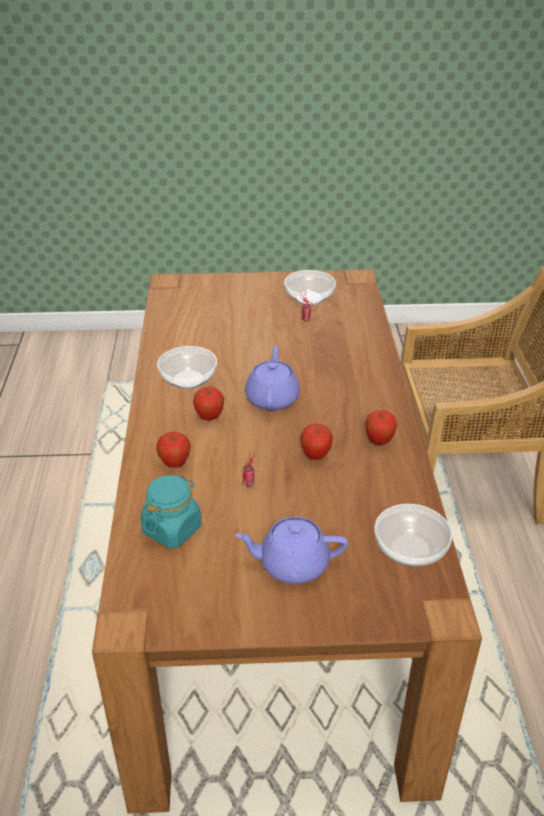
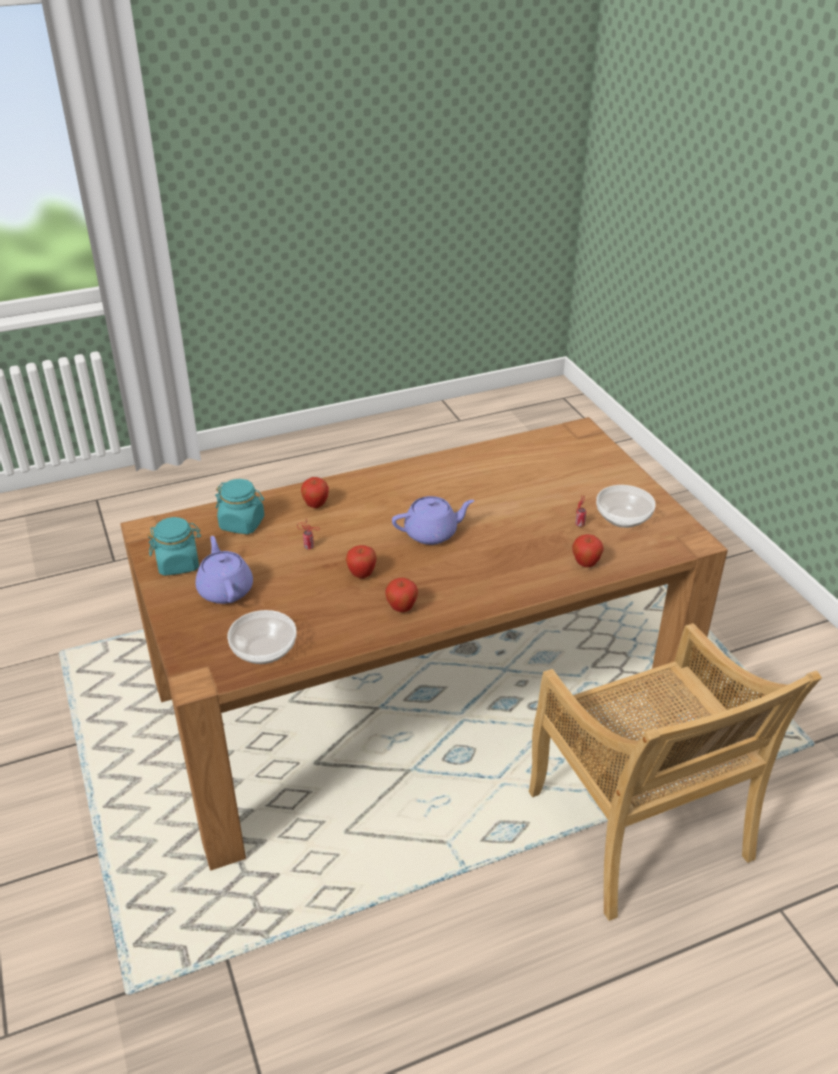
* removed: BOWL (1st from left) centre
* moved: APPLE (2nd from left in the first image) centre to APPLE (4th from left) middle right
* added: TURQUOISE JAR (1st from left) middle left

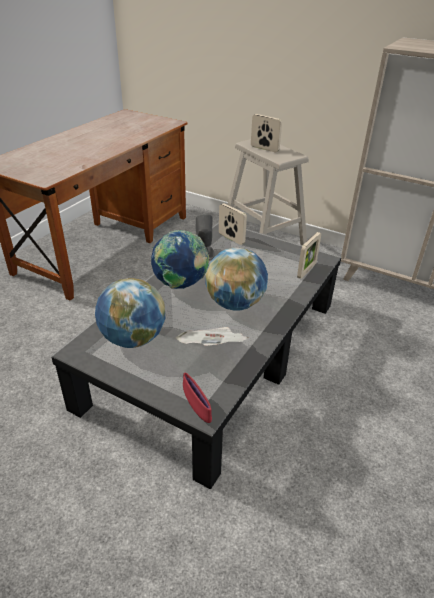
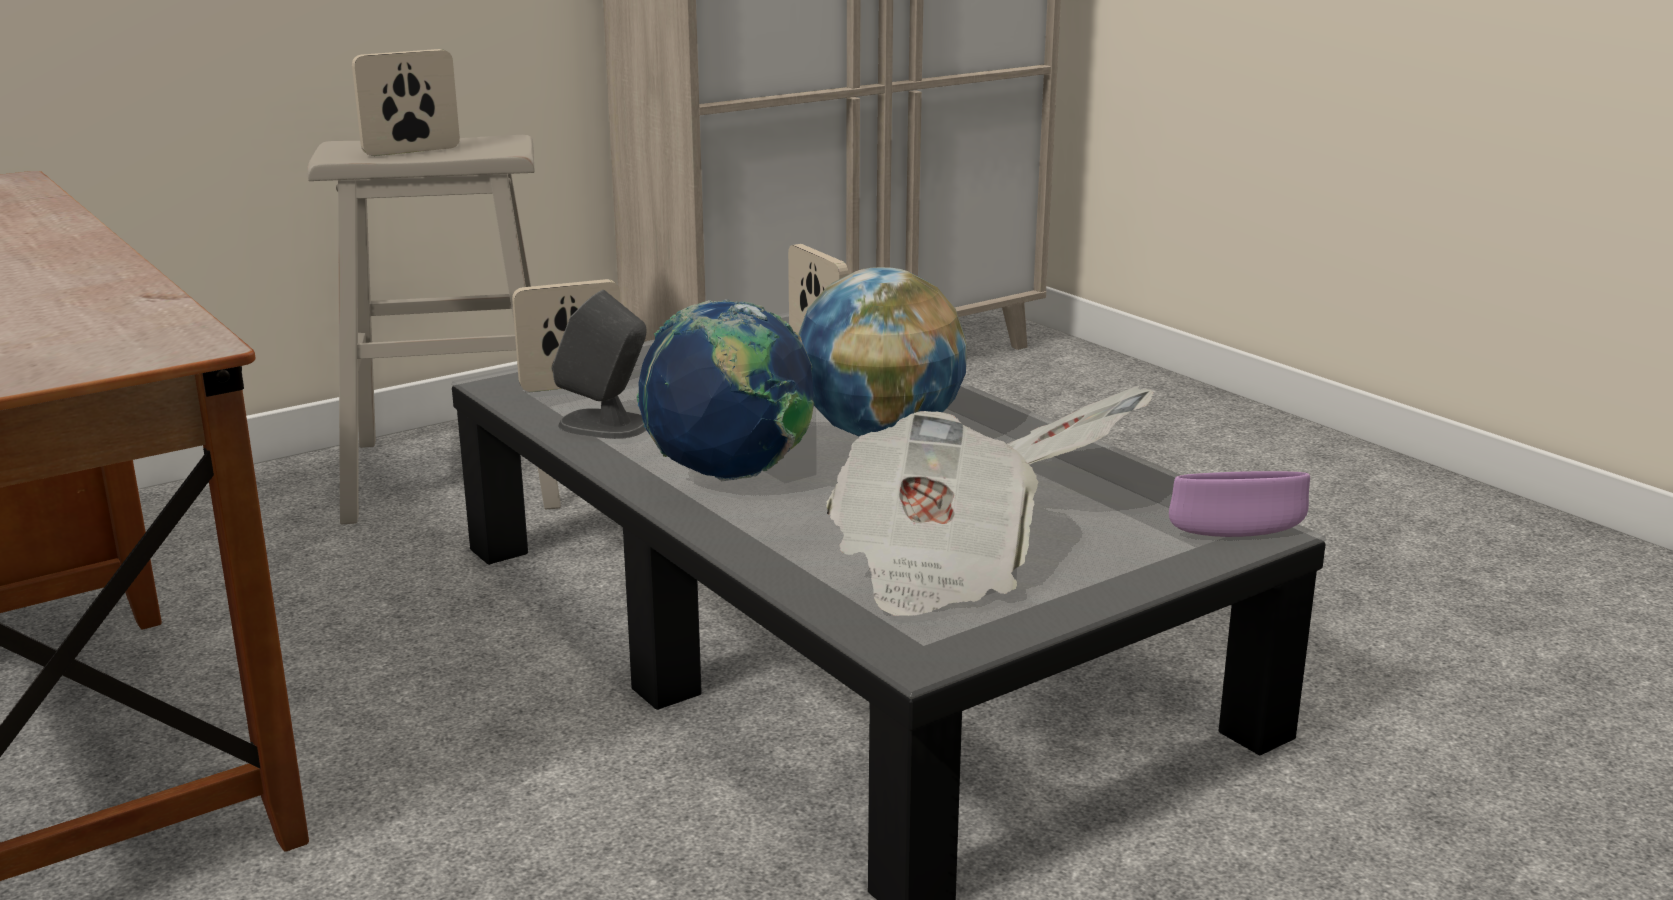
* replaced: GLOBE (1st from left) middle left to NEWSPAPER (1st from left) centre
* recoloured: RED BOWL centre to PURPLE BOWL middle right

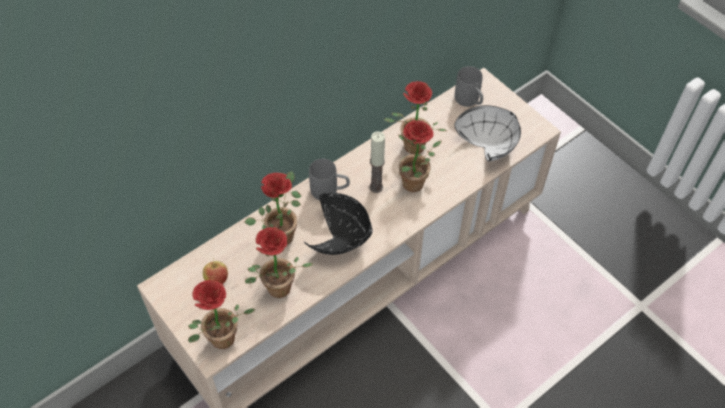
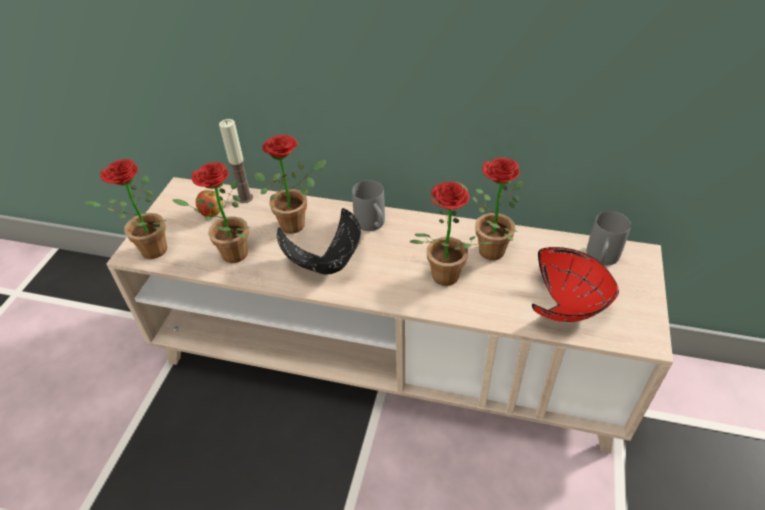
* moved: CANDLE centre to top left
* recoloured: WHITE BOWL top right to RED BOWL middle right

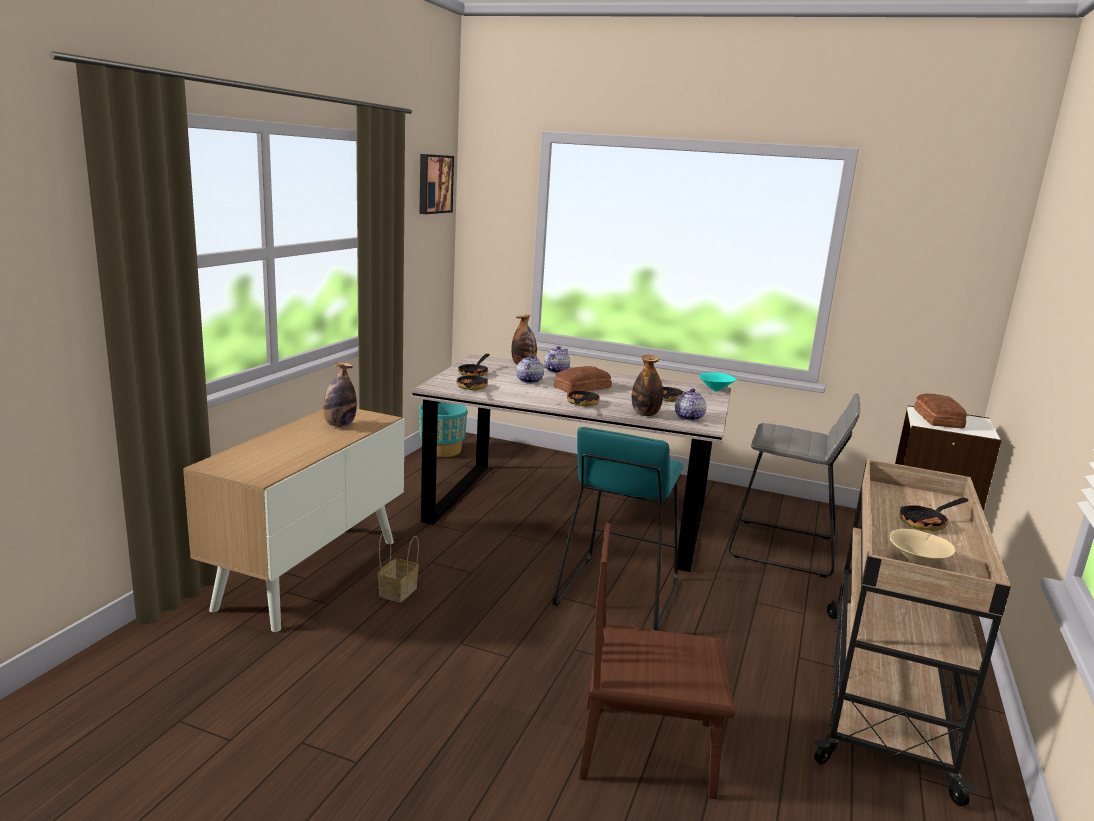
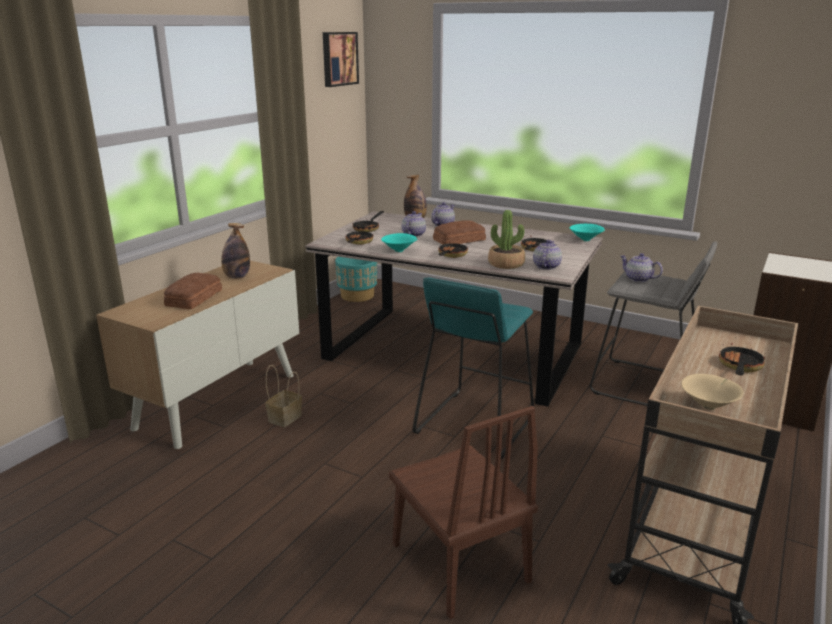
* turned: BROWN CHAIR bottom centre = bottom centre 135 degrees counterclockwise
* replaced: BOTTLE (3rd from left) centre to POTTED PLANT centre
* turned: FRYING PAN (5th from left) middle right = middle right 135 degrees clockwise
* moved: BREAD (2nd from left in the first image) middle right to BREAD (1st from left) middle left
* added: TURQUOISE BOWL (1st from left) centre
* added: TEAPOT (4th from left) middle right

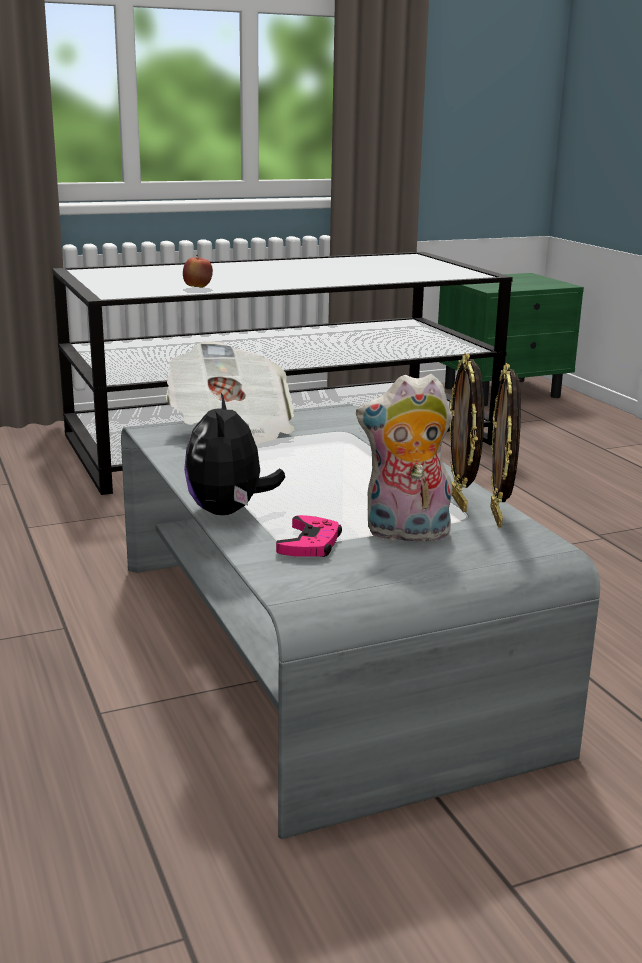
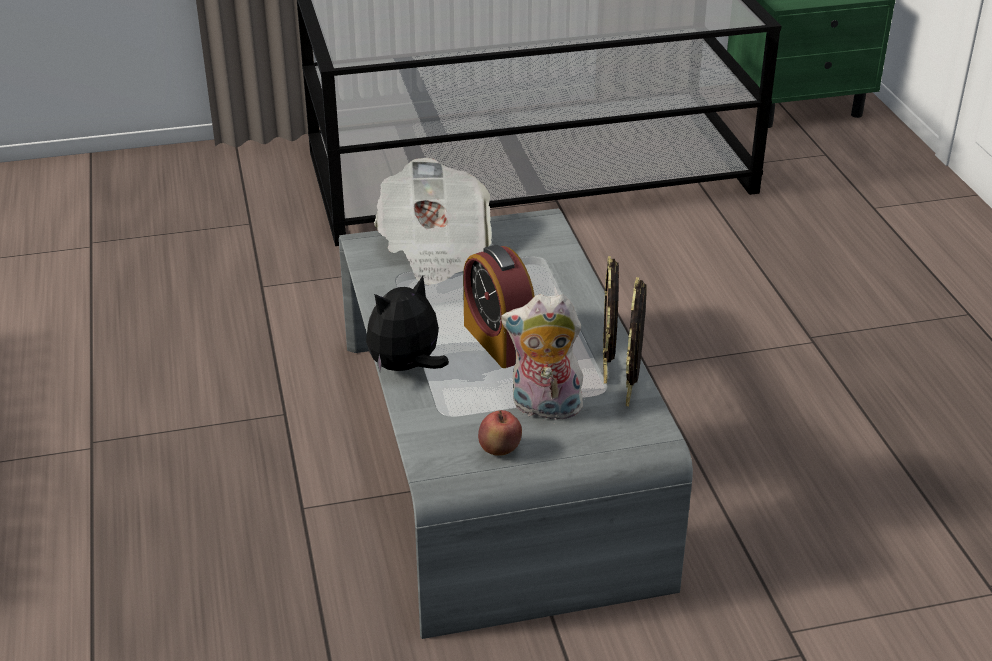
* moved: APPLE top left to centre
* turned: PLUSH TOY (1st from left) centre = centre 45 degrees clockwise
* removed: PINK GAME CONTROLLER centre
* added: ALARM CLOCK centre

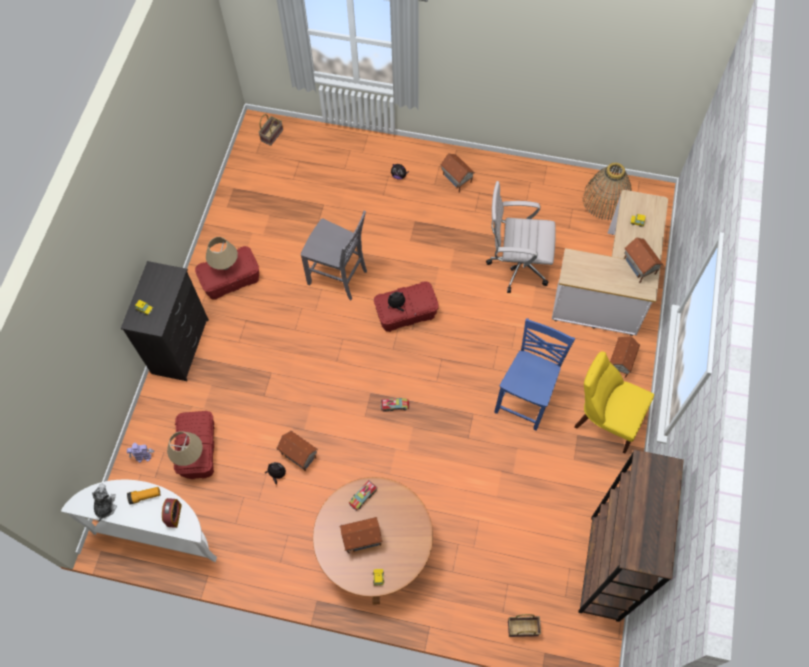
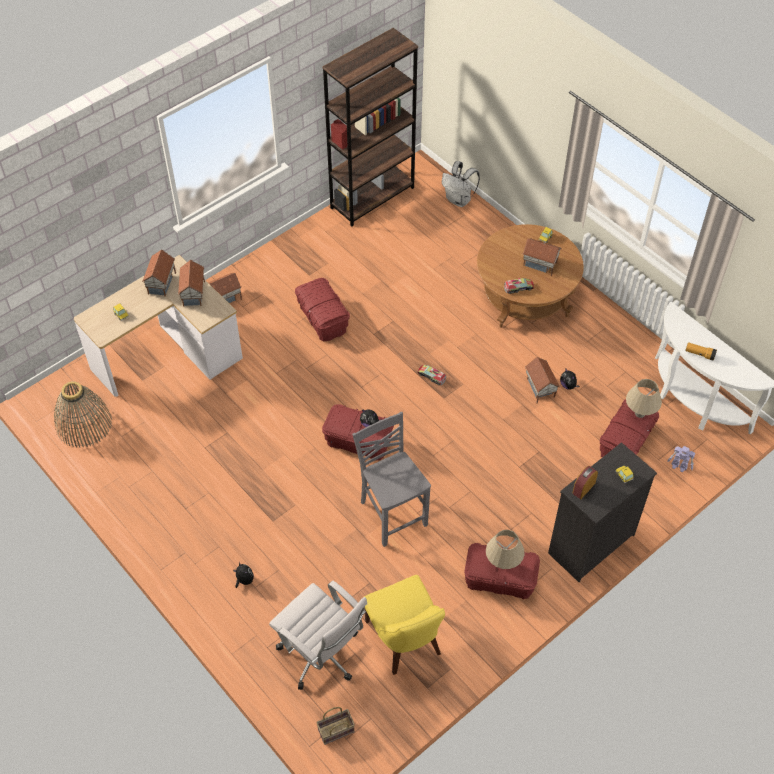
* removed: PLUSH TOY (1st from left) bottom left
* moved: ALARM CLOCK bottom left to middle right
* moved: TOY HOUSE (3rd from left in the first image) top centre to TOY HOUSE (2nd from left) middle left
* moved: WHITE OFFICE CHAIR centre to bottom centre
* replaced: BLUE CHAIR centre to RED STORAGE BOX (1st from left) centre
* replaced: BASKET (2nd from left) bottom centre to WHITE BACKPACK top centre
* moved: YELLOW CHAIR middle right to bottom centre

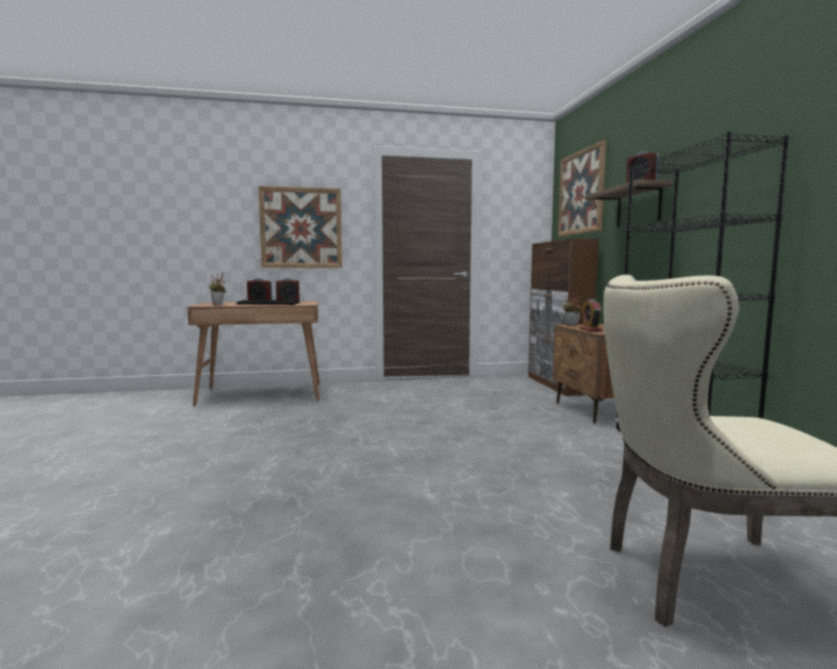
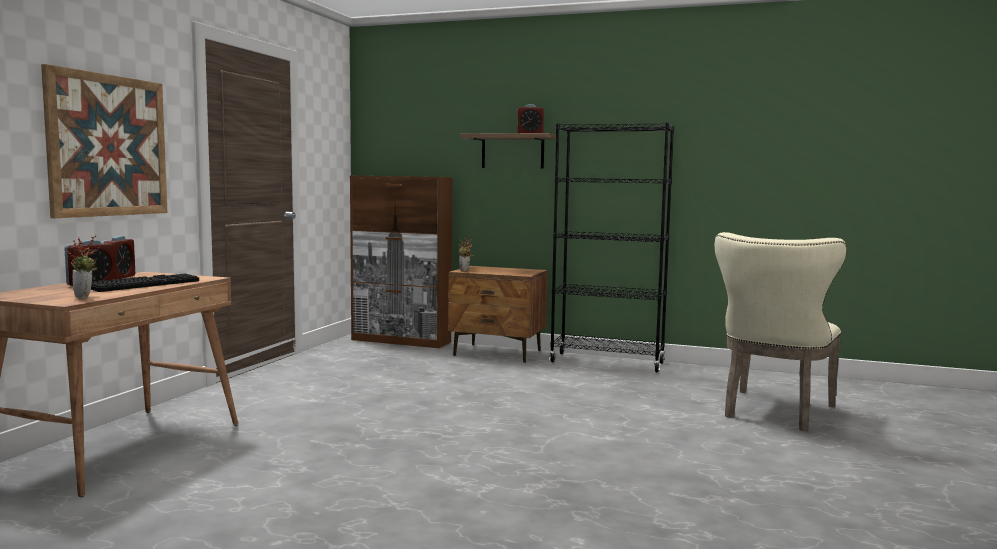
* removed: PICTURE (2nd from left) top right
* removed: ALARM CLOCK (3rd from left) middle right

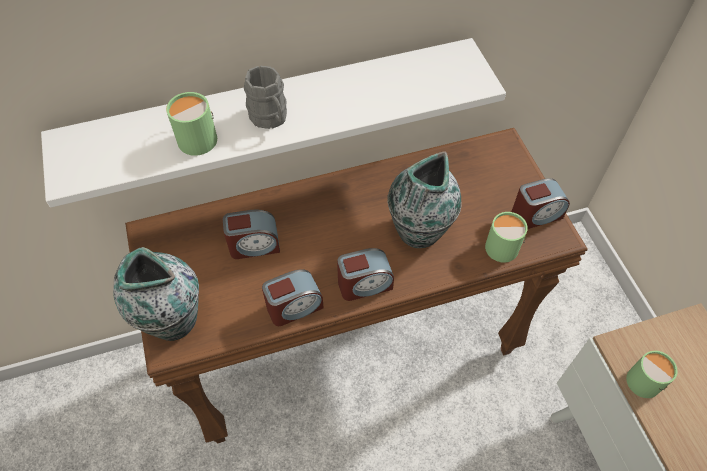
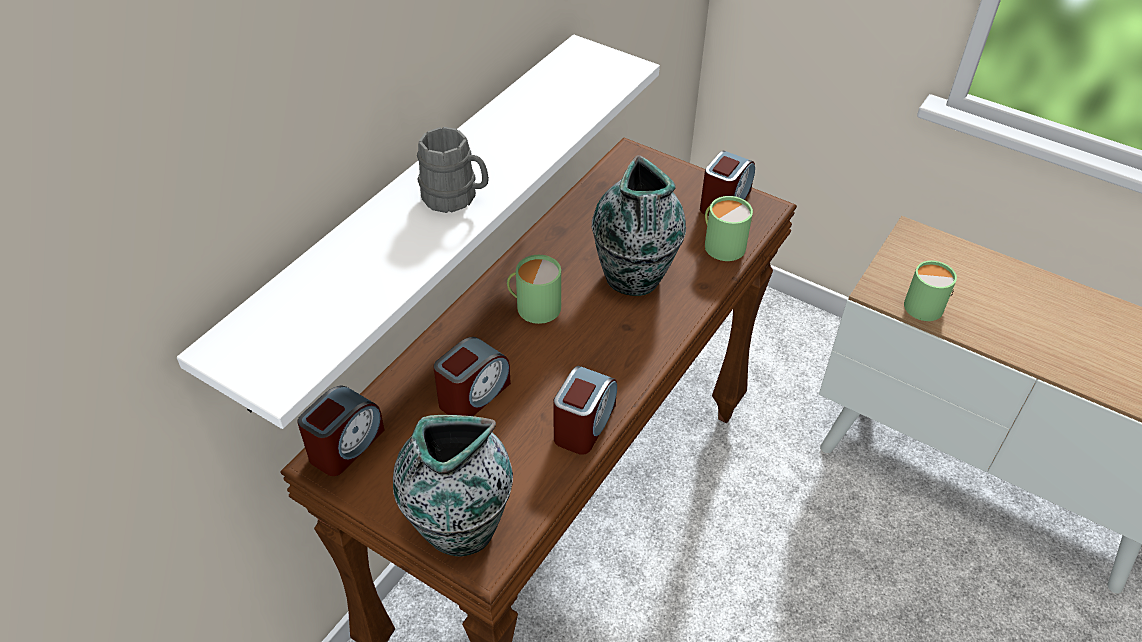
* moved: GREEN MUG (1st from left) top left to centre
* moved: ALARM CLOCK (3rd from left in the first image) centre to ALARM CLOCK (1st from left) bottom left

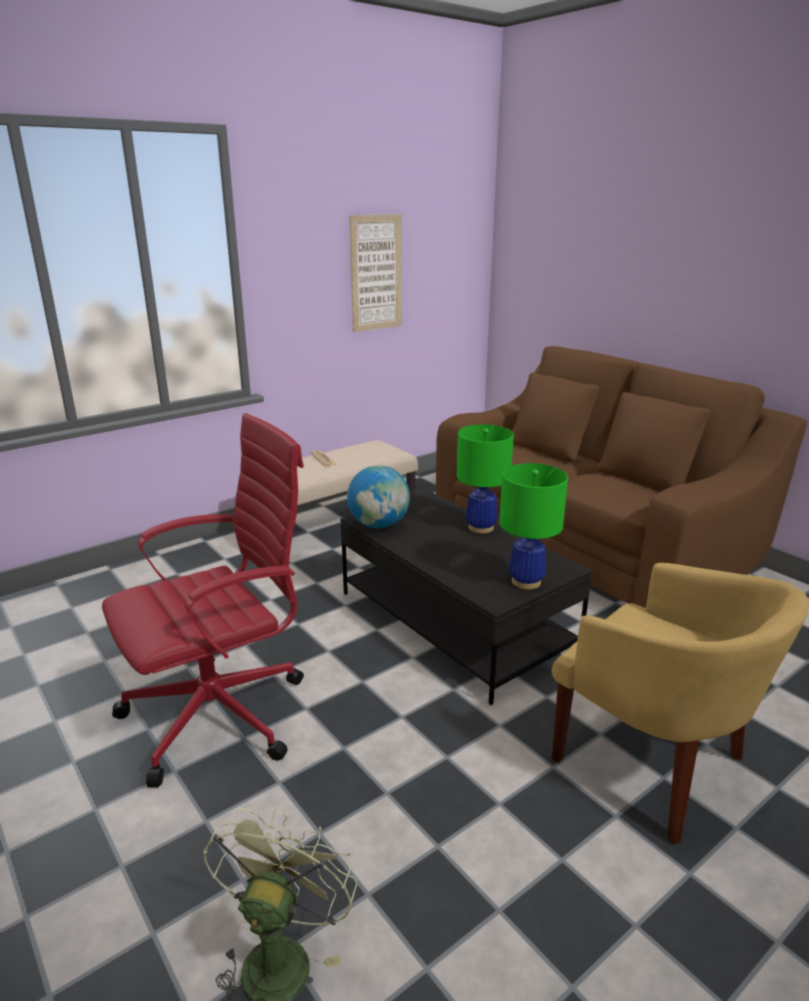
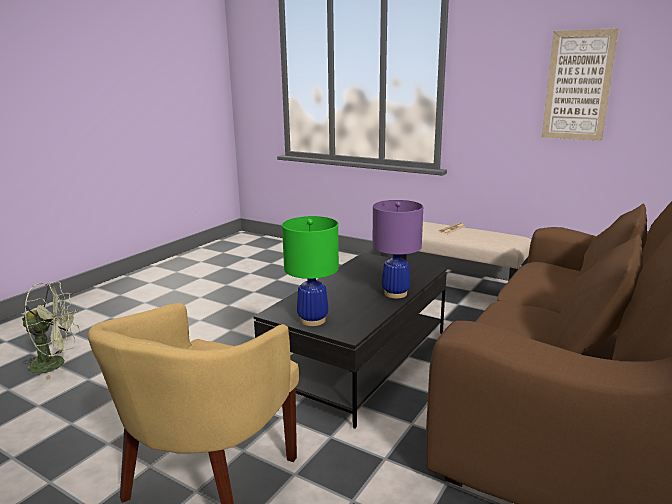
* removed: RED OFFICE CHAIR middle left
* removed: GLOBE centre
* recoloured: GREEN TABLE LAMP (1st from left) centre to PURPLE TABLE LAMP centre

